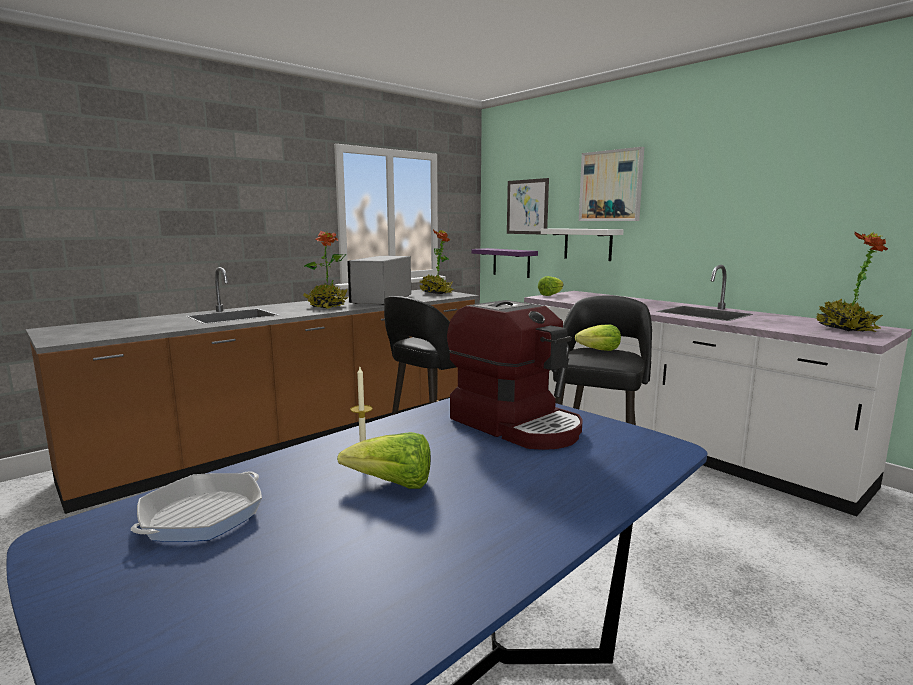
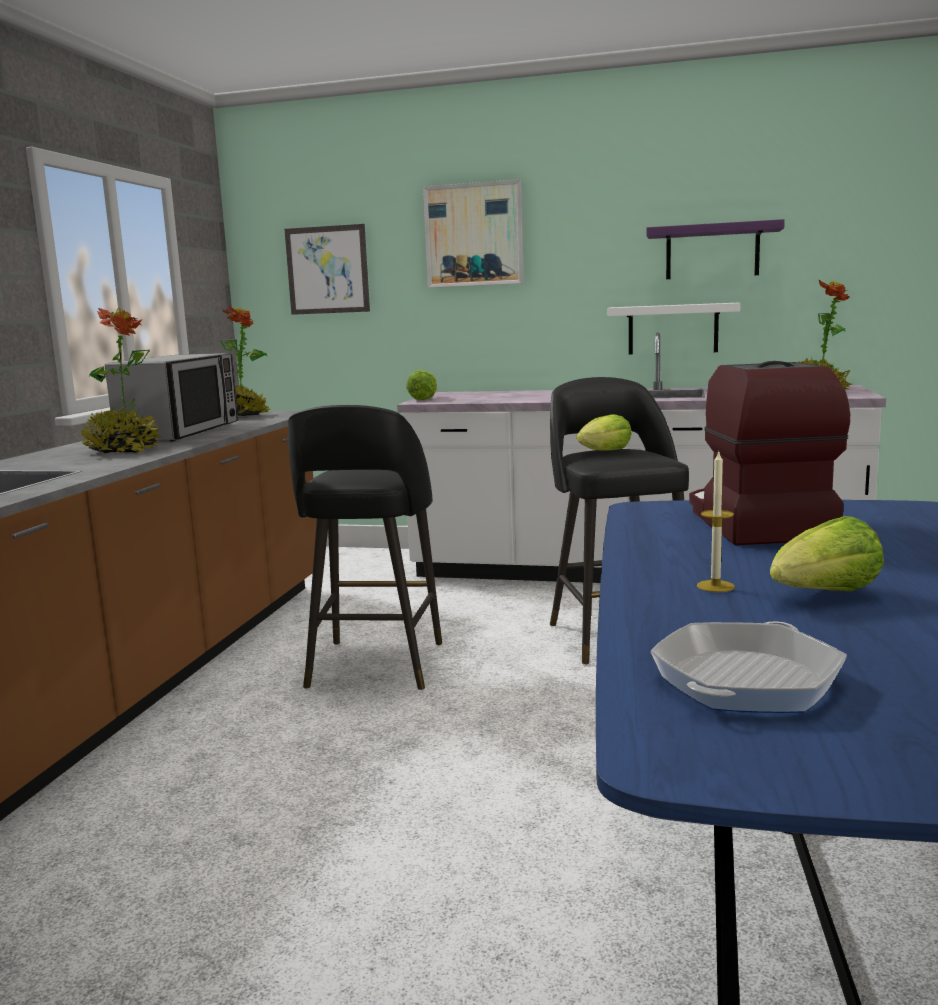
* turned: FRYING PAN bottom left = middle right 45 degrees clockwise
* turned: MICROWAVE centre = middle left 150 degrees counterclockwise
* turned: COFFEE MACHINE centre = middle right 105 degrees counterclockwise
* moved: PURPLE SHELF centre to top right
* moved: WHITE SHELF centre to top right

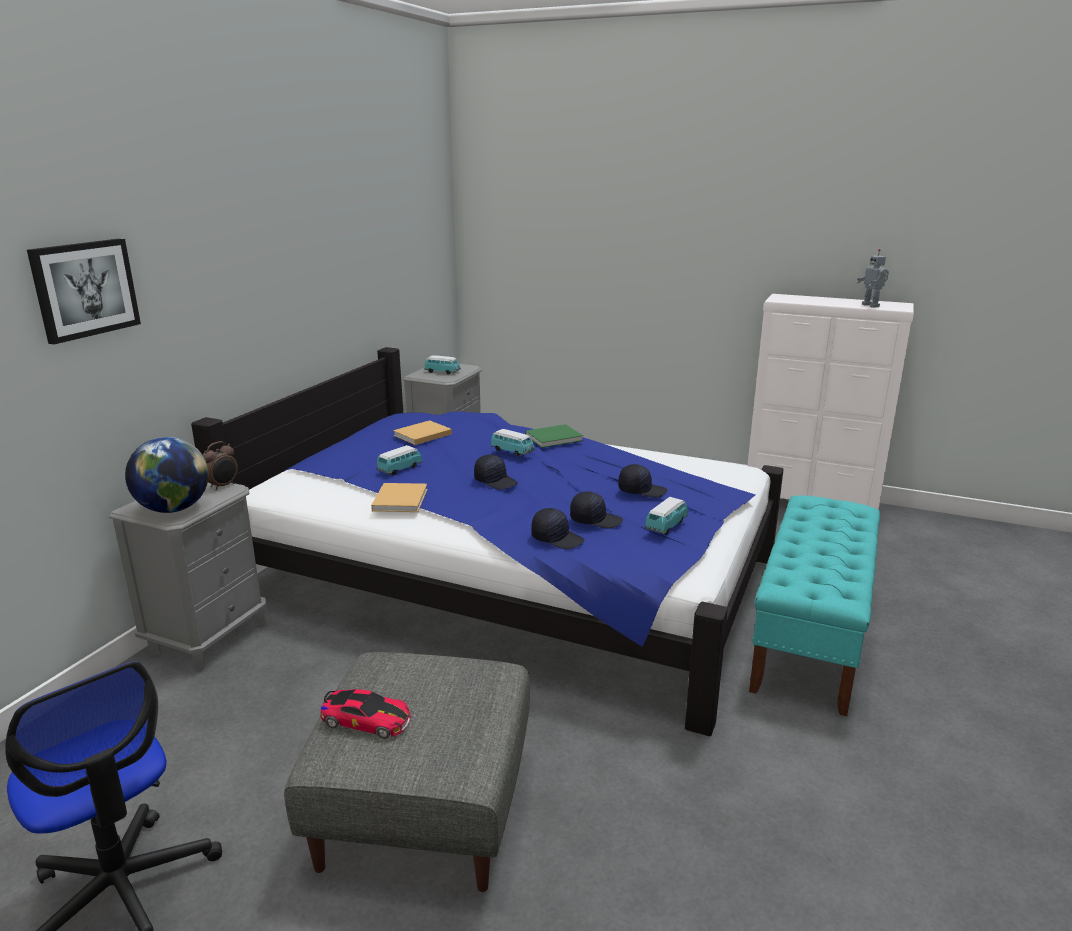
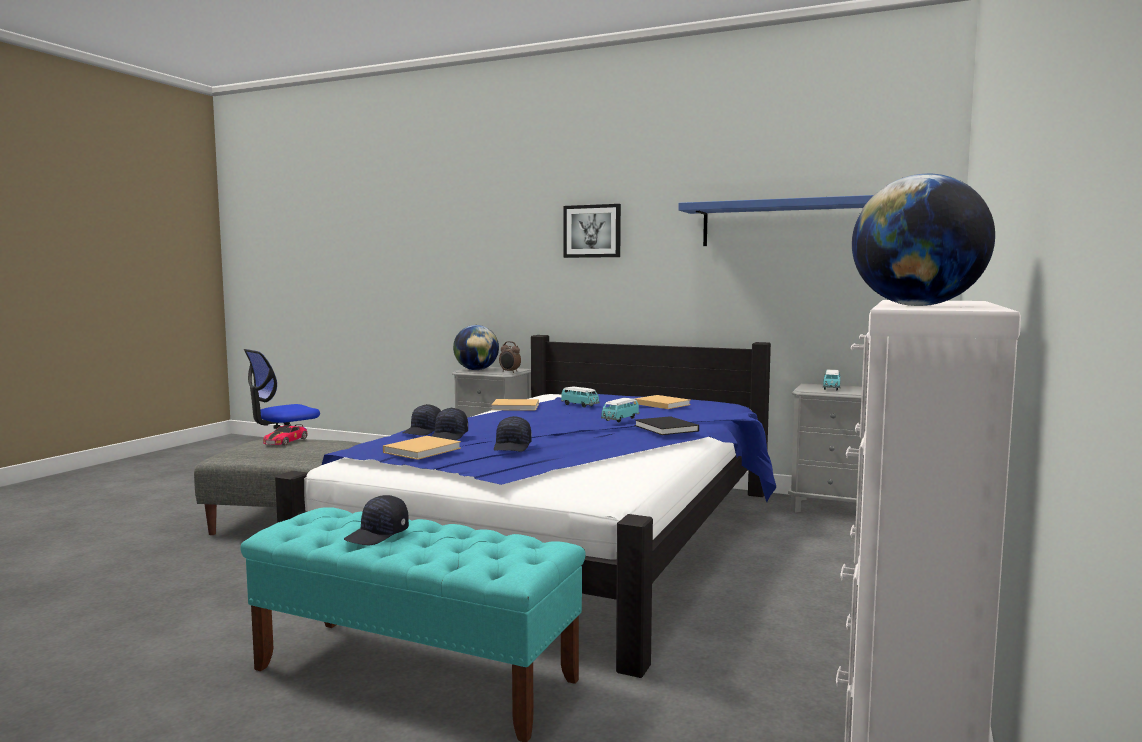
* moved: PICTURE top left to top centre
* moved: BLACK CAP (1st from left) centre to bottom left
* recoloured: GREEN BOOK centre to BLACK BOOK centre
* replaced: TOY CAR (5th from left) centre to BEIGE BOOK (1st from left) centre
* replaced: TOY ROBOT top right to GLOBE (2nd from left) top right
* added: BLUE SHELF top right

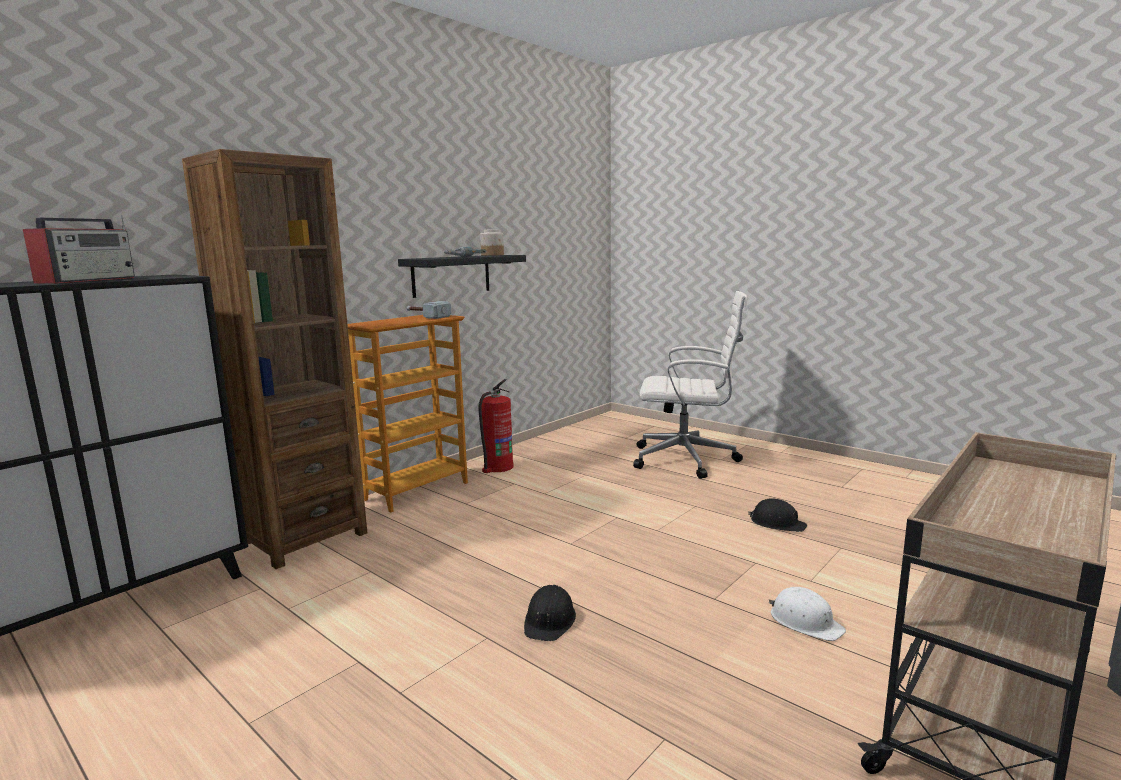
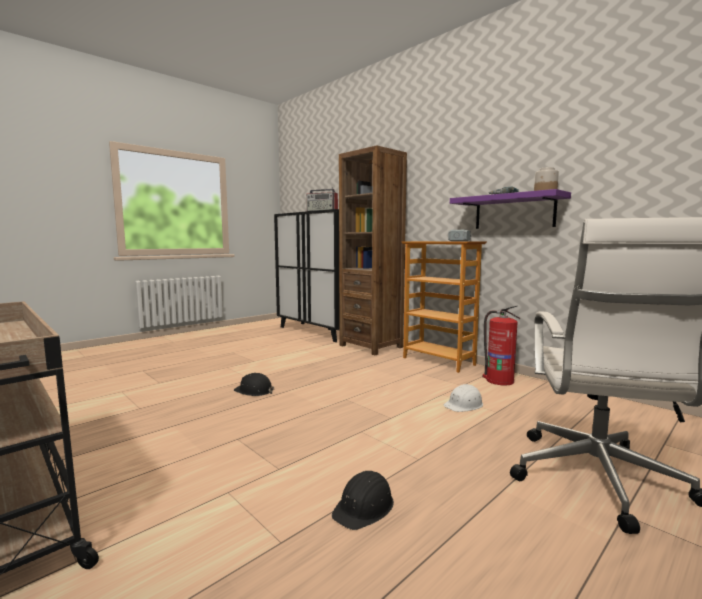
* recoloured: BLACK SHELF centre to PURPLE SHELF middle right
* moved: WHITE HARD HAT bottom right to centre

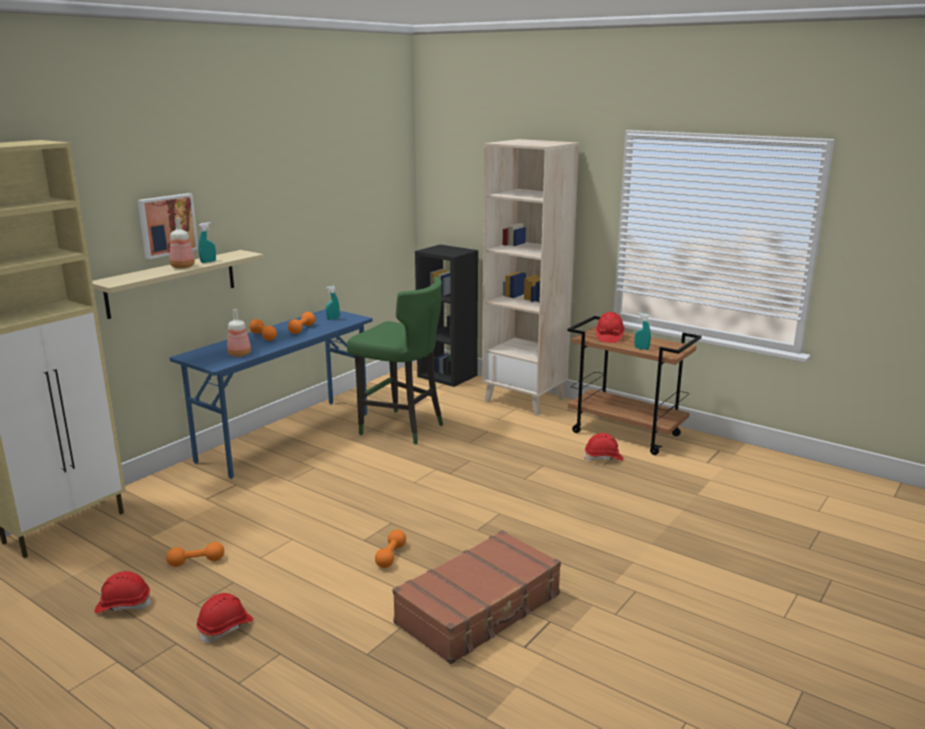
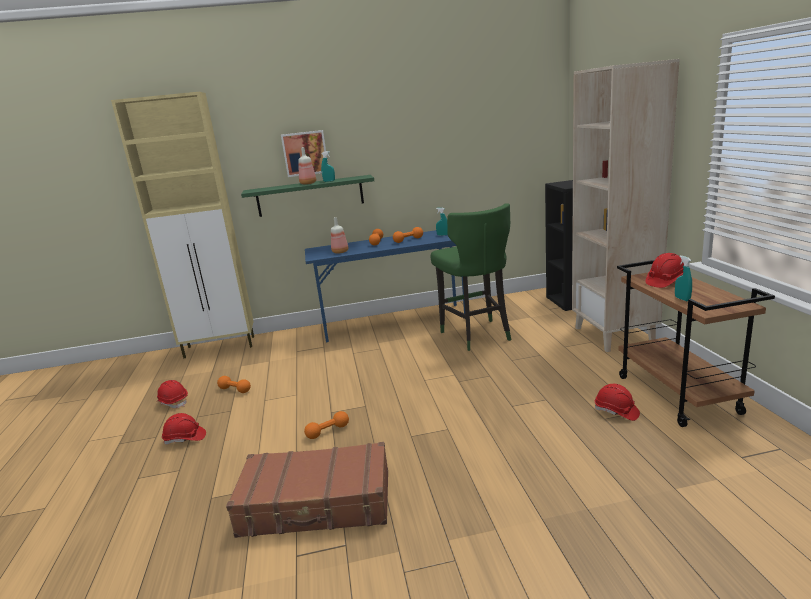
* recoloured: BEIGE SHELF middle left to GREEN SHELF top centre

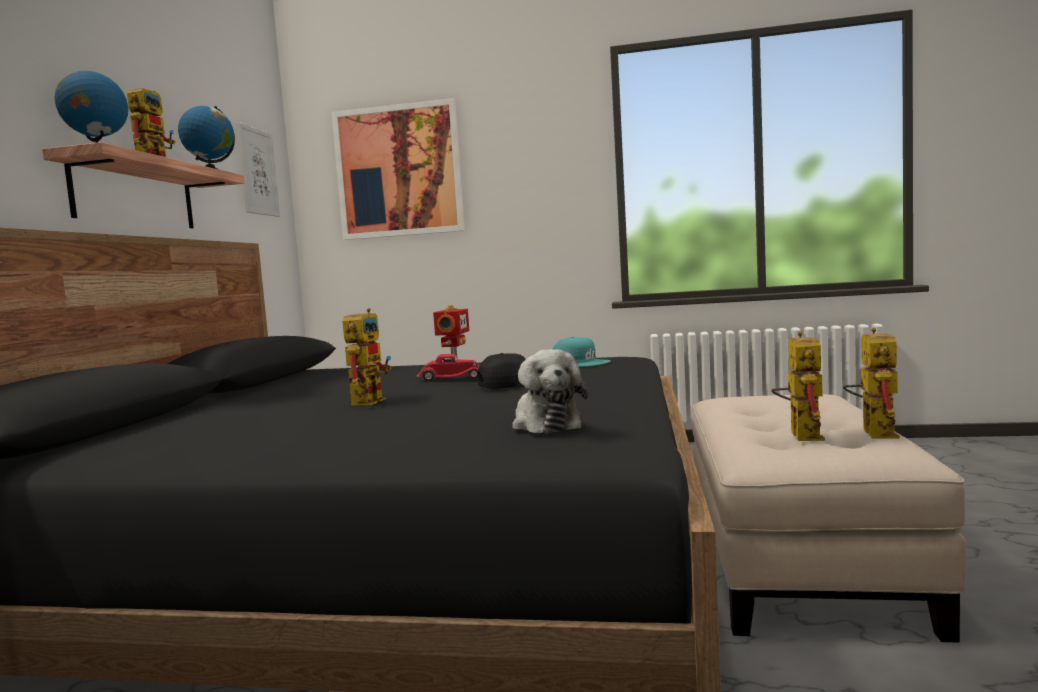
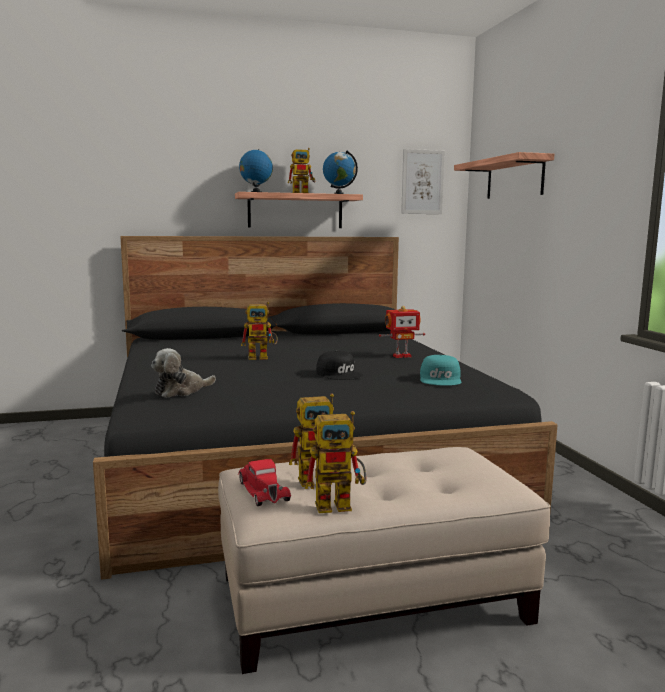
* replaced: PICTURE (2nd from left) top centre to SHELF (2nd from left) top right
* moved: RED TOY CAR centre to bottom centre

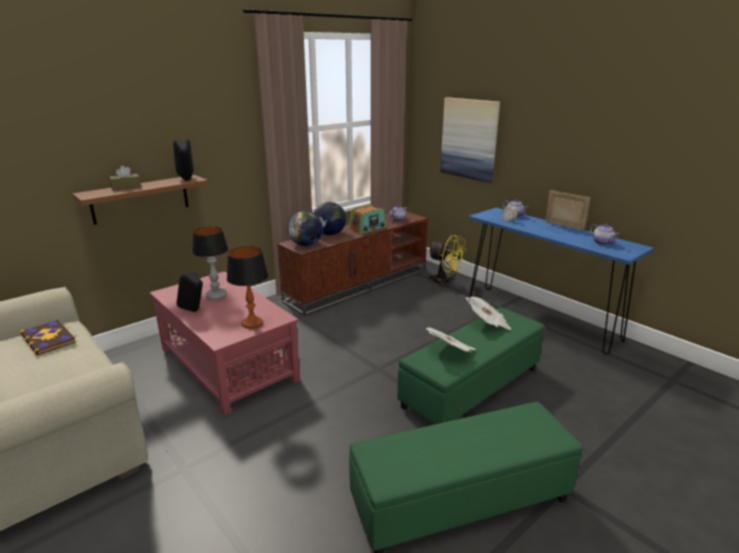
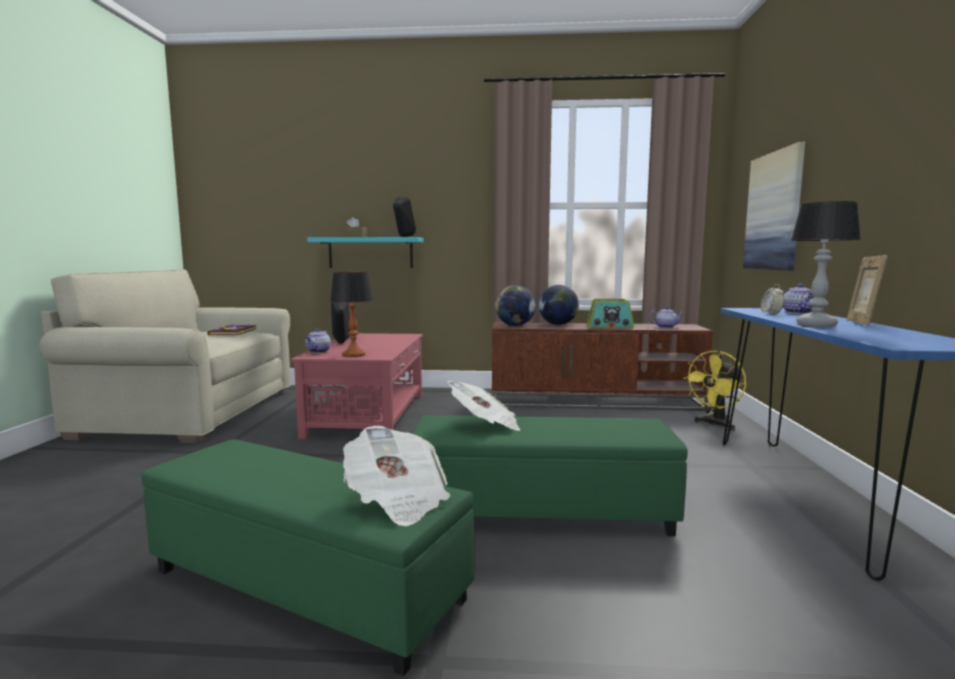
* recoloured: BROWN SHELF middle left to TURQUOISE SHELF centre
* moved: TABLE LAMP (1st from left in the first image) middle left to TABLE LAMP (2nd from left) middle right
* turned: YELLOW FAN centre = middle right 60 degrees clockwise
* moved: NEWSPAPER (2nd from left in the first image) centre to NEWSPAPER (1st from left) bottom centre
* turned: PICTURE FRAME middle right = middle right 150 degrees counterclockwise
* moved: TEAPOT (3rd from left in the first image) middle right to TEAPOT (1st from left) middle left

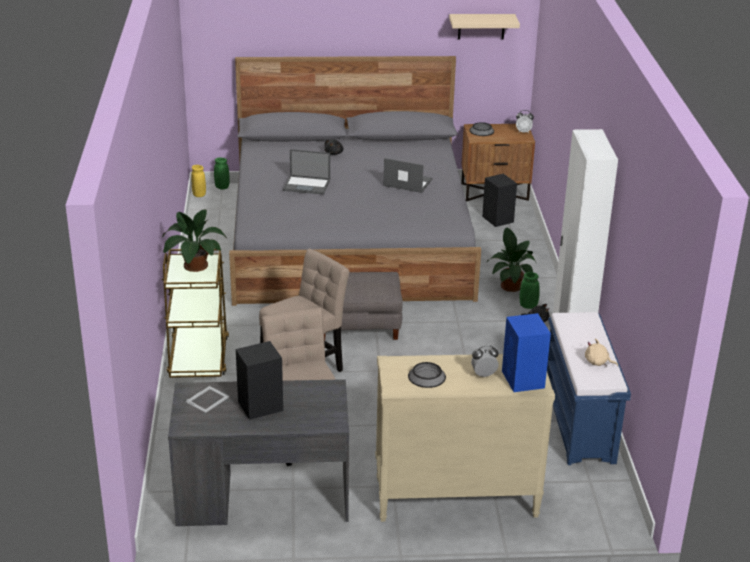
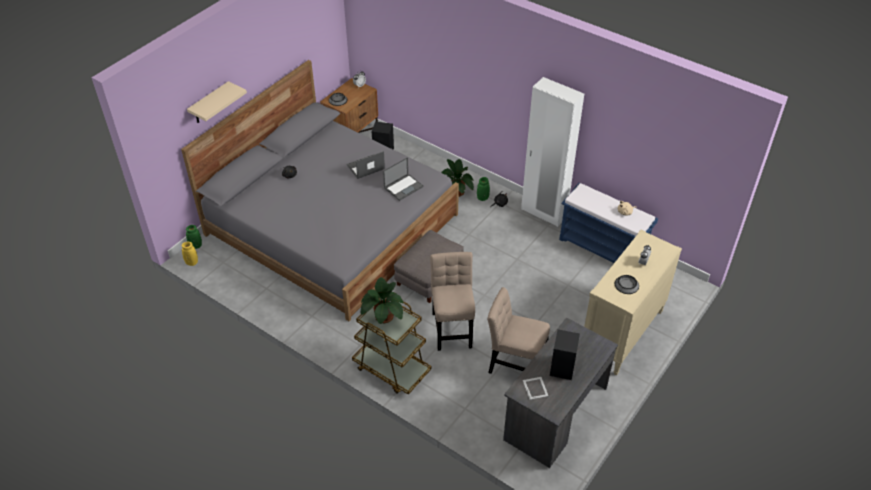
* moved: LAPTOP (1st from left in the first image) top centre to LAPTOP (2nd from left) centre
* moved: BEIGE SHELF top centre to top left
* removed: BLUE SPEAKER middle right

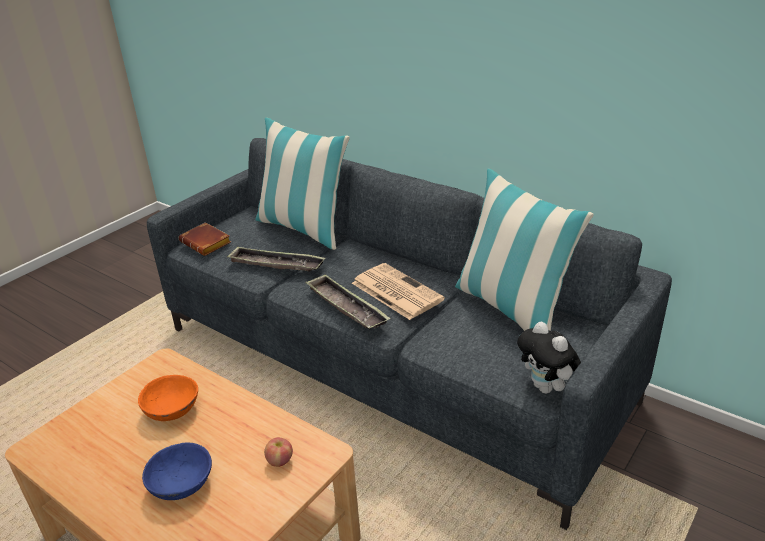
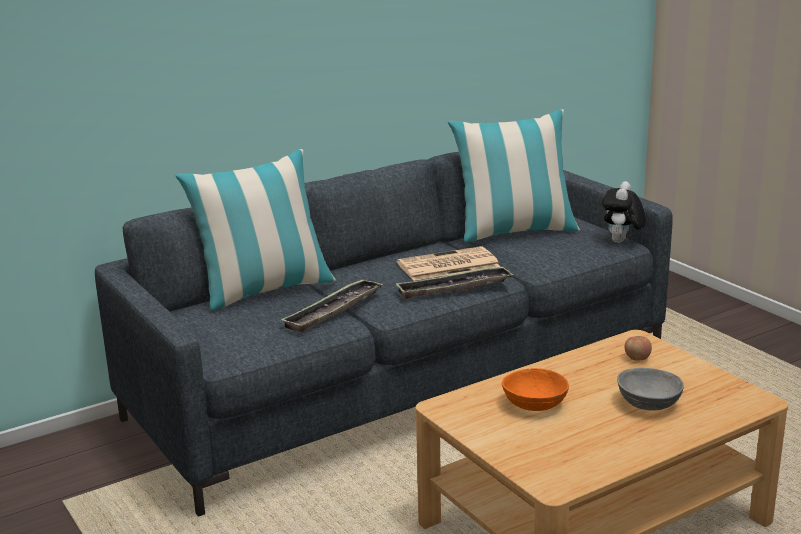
* recoloured: BLUE BOWL bottom left to GREY BOWL bottom right
* removed: BROWN BOOK middle left
* turned: PLUSH TOY middle right = middle right 120 degrees clockwise

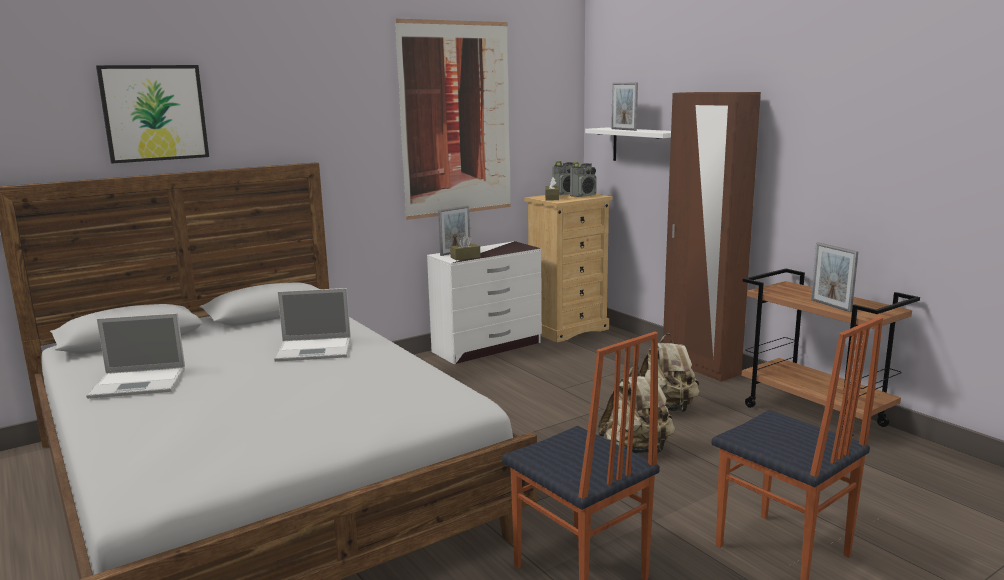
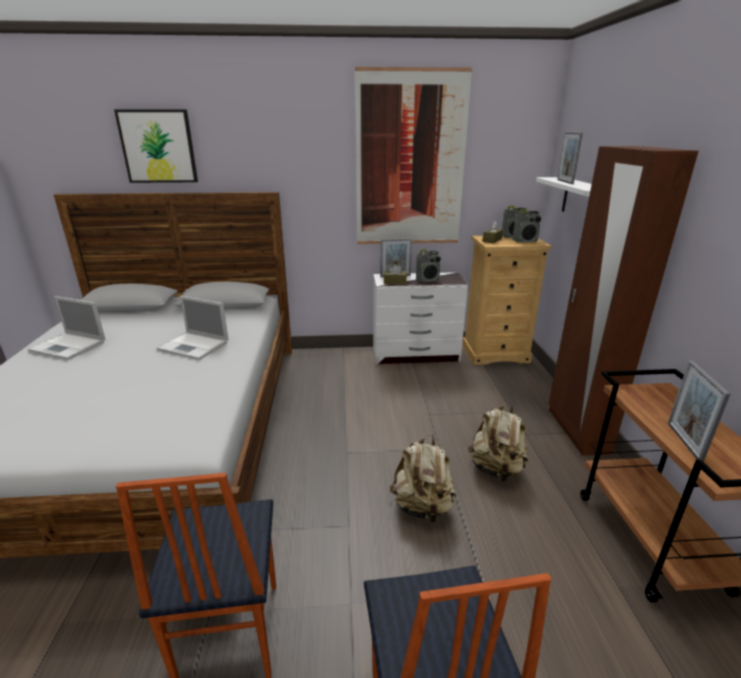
* added: RADIO (1st from left) centre

